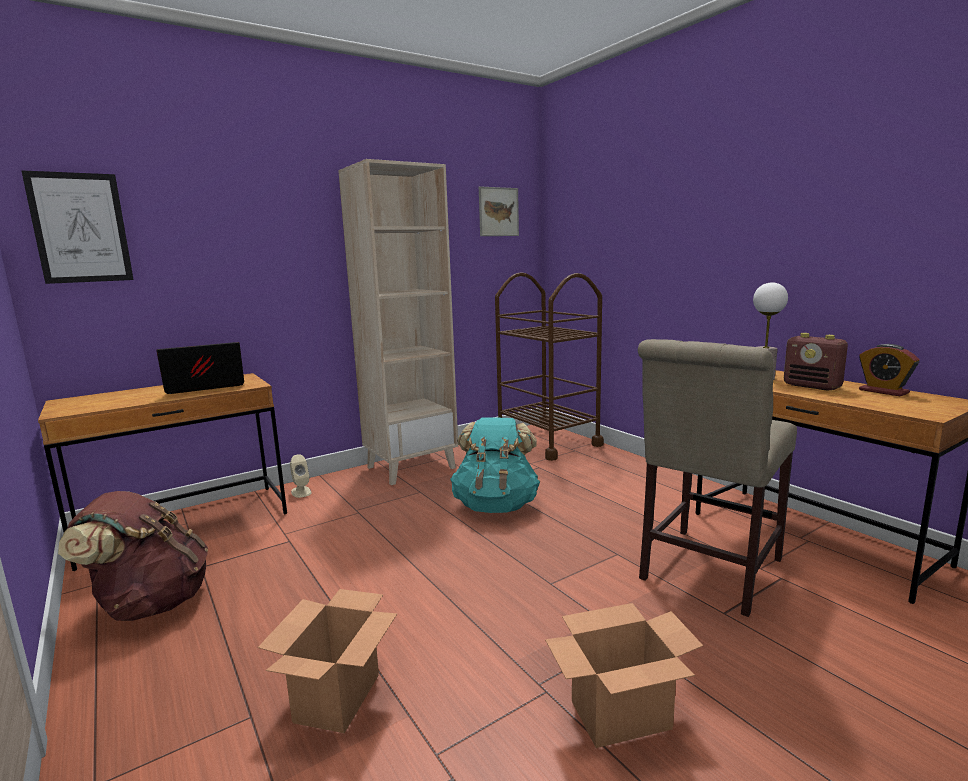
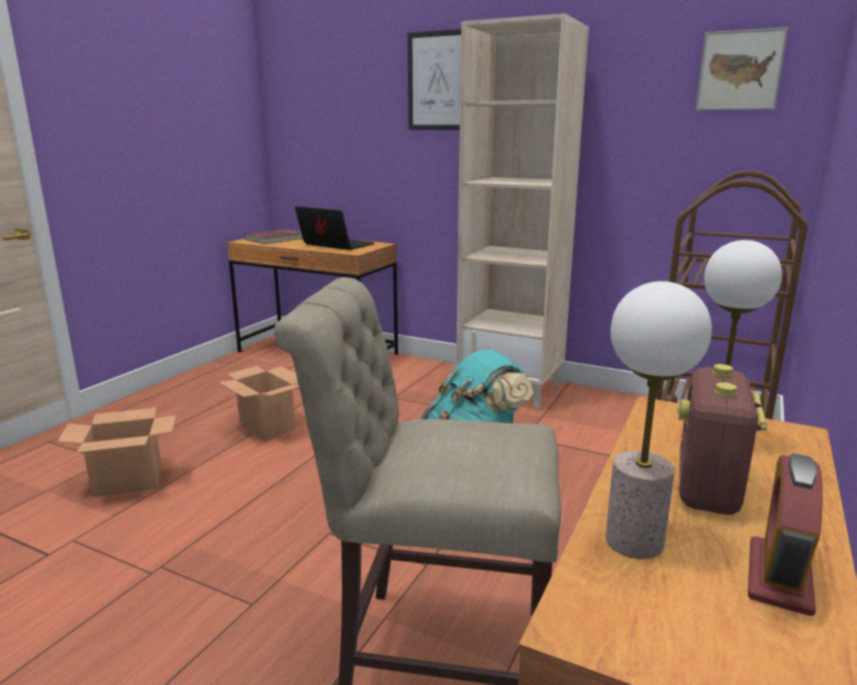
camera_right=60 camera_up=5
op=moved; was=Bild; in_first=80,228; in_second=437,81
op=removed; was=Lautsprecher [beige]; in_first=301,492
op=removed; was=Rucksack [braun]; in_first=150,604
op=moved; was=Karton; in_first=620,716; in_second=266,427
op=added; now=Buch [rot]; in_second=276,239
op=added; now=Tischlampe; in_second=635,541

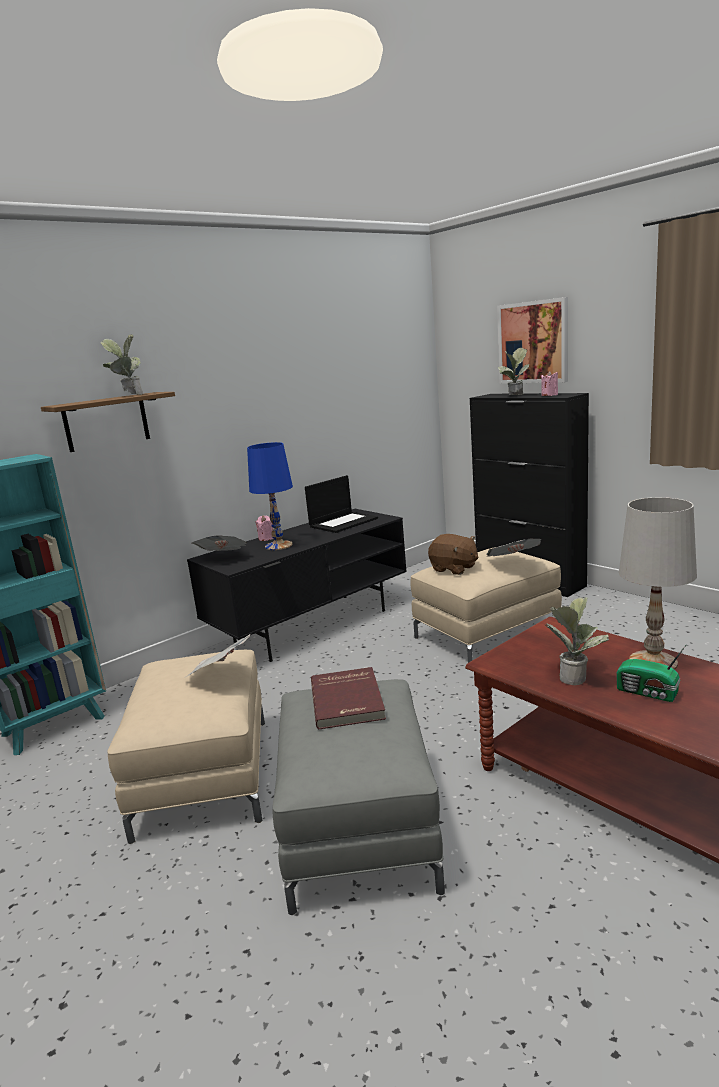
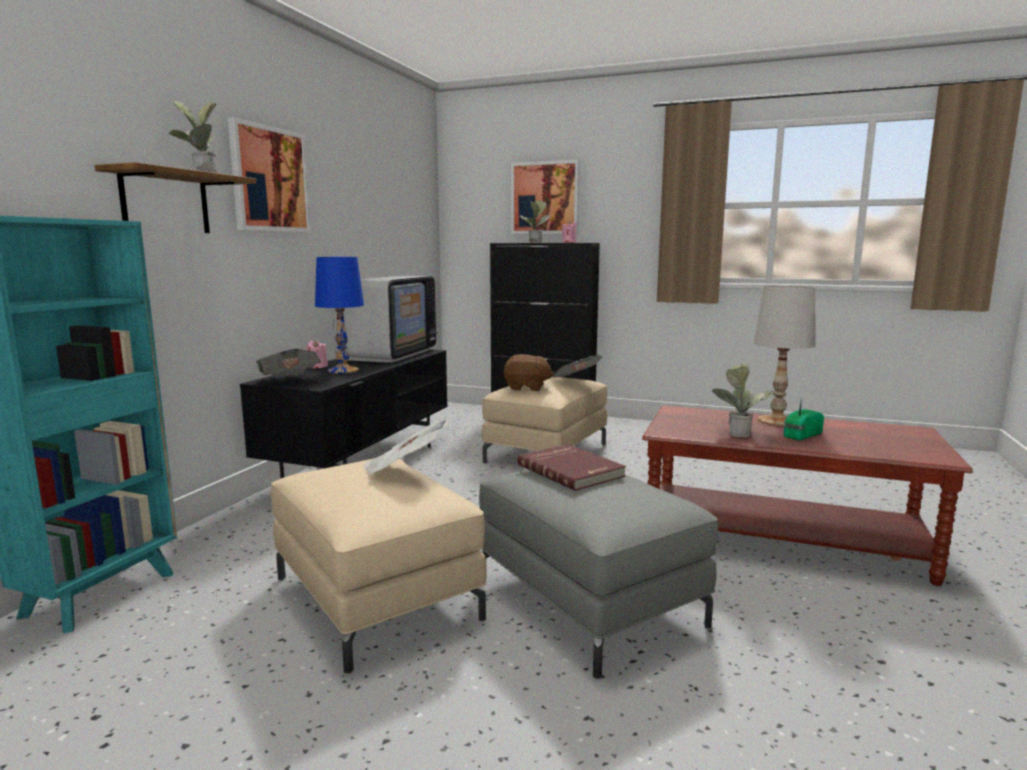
camera_right=-30 camera_up=-5
op=replaced; was=Laptop; now=Fernseher; in_first=343,522; in_second=388,354
op=turned; was=Radio; in_first=648,693; in_second=800,435; clockwise=135
op=added; now=Bild; in_second=269,180

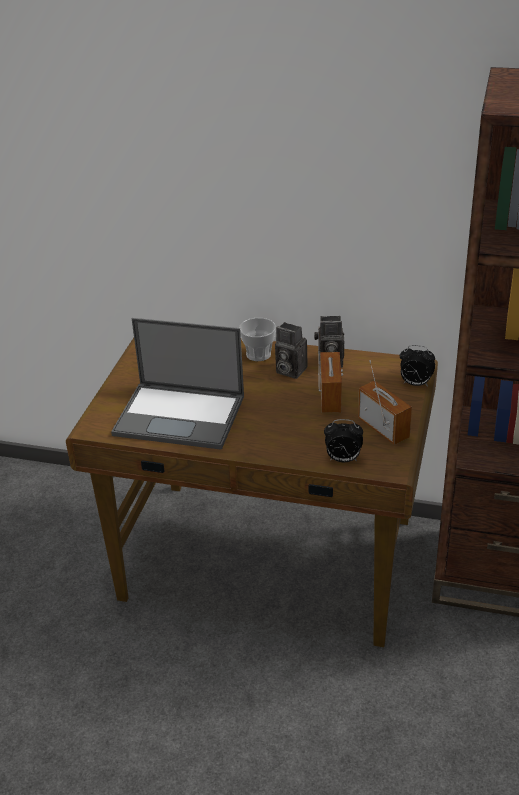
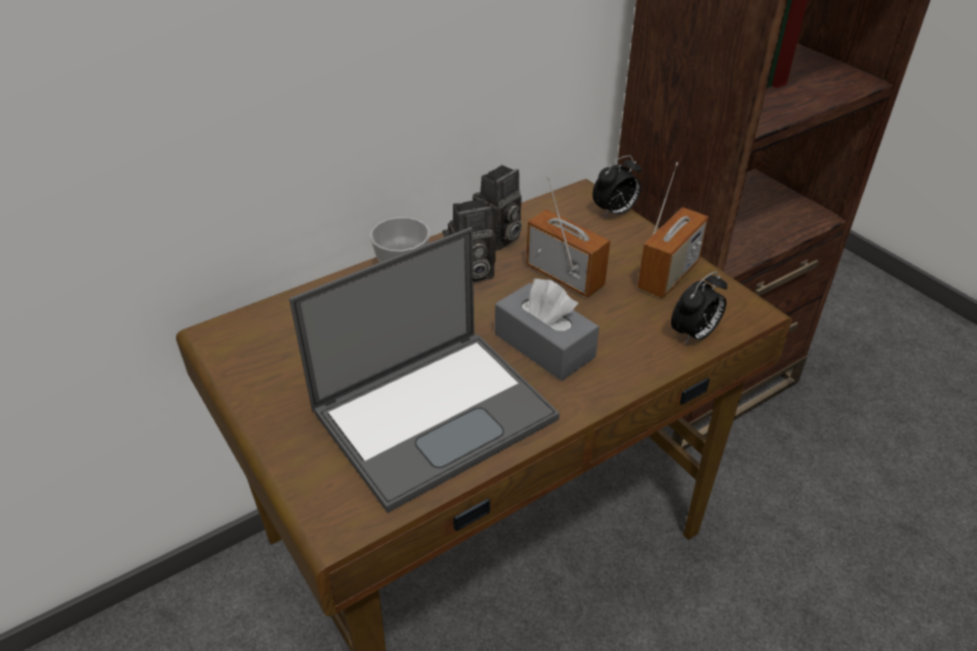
camera_right=-50 camera_up=5
op=turned; was=Radio; in_first=383,428; in_second=668,275; clockwise=120
op=added; now=Taschentuchbox [grau]; in_second=544,345

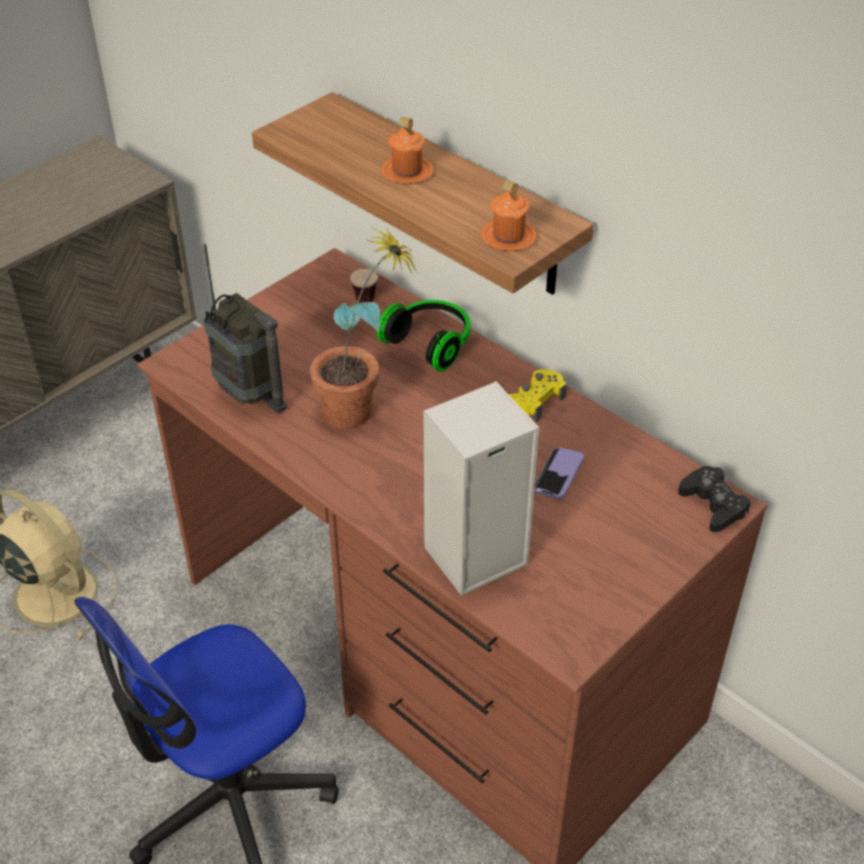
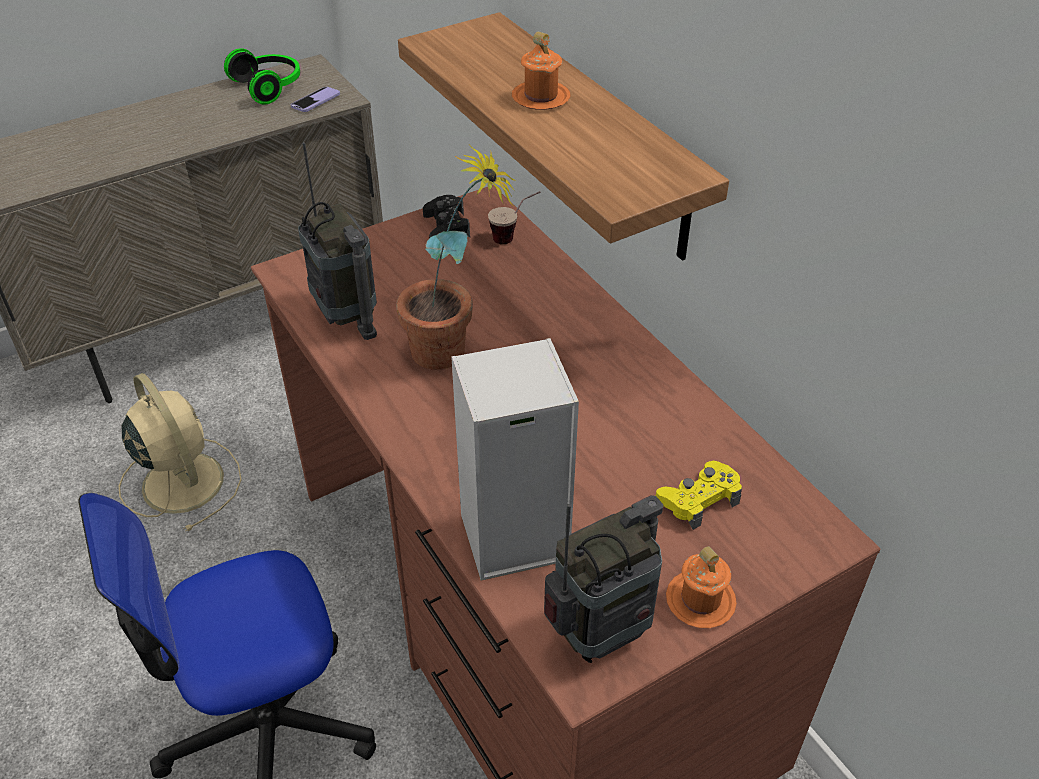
camera_right=15 camera_up=0
op=moved; was=Henkelbecher [orange]; in_first=508,237; in_second=700,601
op=moved; was=Kopfhörer; in_first=431,343; in_second=270,87
op=moved; was=Gamepad [gelb]; in_first=534,400; in_second=698,499
op=moved; was=Handy; in_first=558,474; in_second=315,101
op=moved; was=Gamepad [schwarz]; in_first=713,504; in_second=446,227
op=added; now=Radio; in_second=601,634

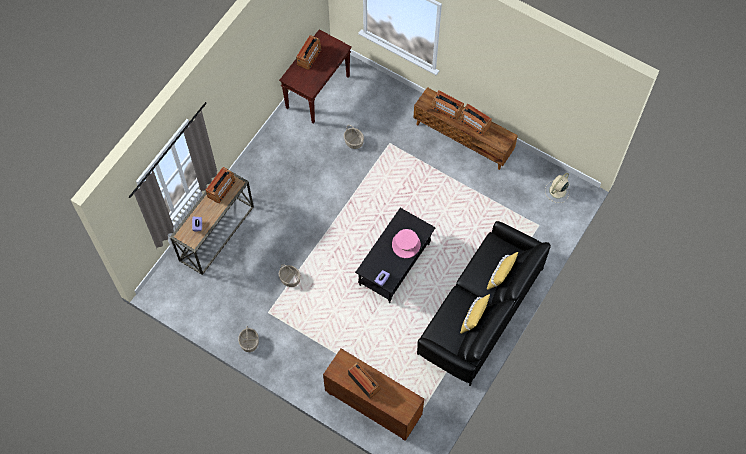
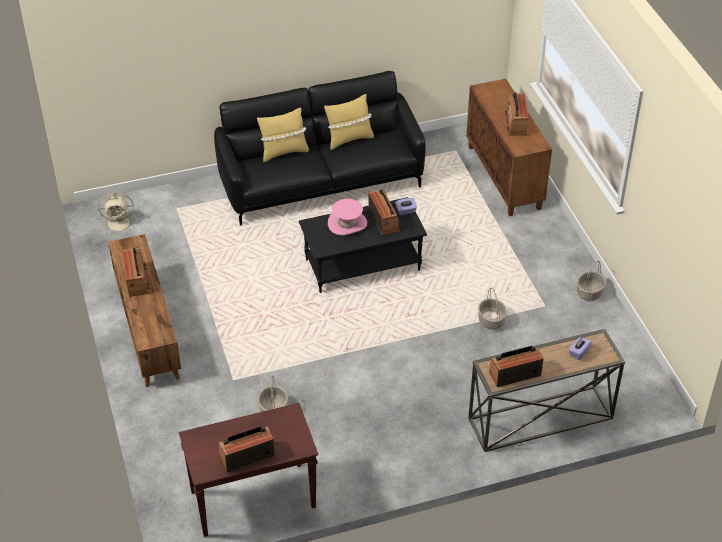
camera_right=-140 camera_up=-20
op=moved; was=Radio; in_first=447,109; in_second=383,220

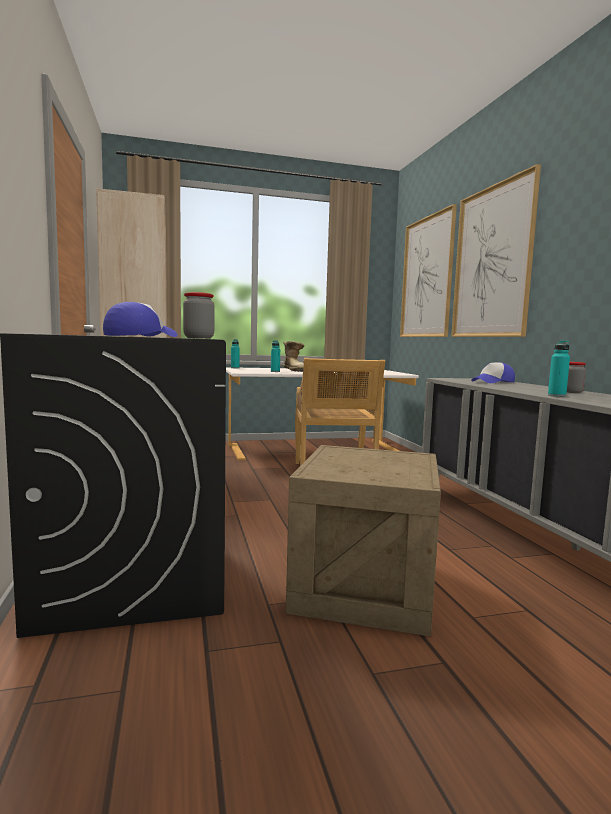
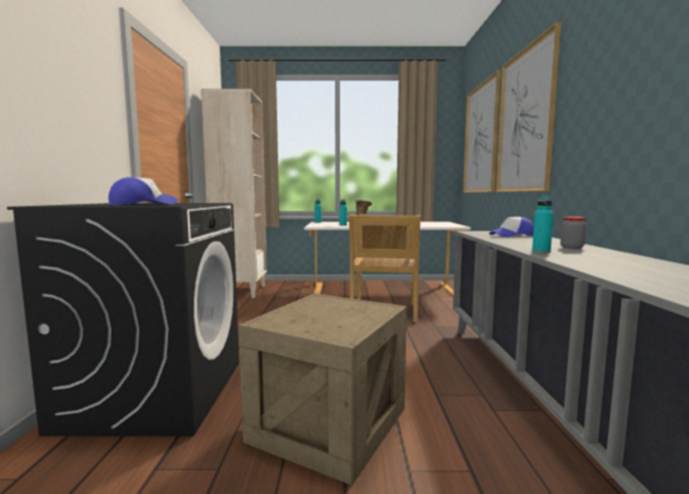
camera_right=15 camera_up=0
op=removed; was=Vorratsglas; in_first=199,338

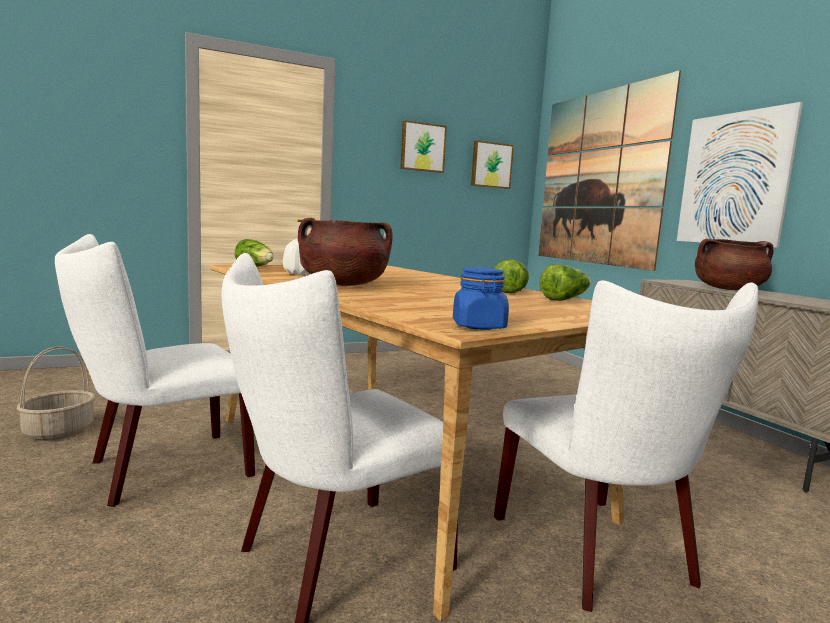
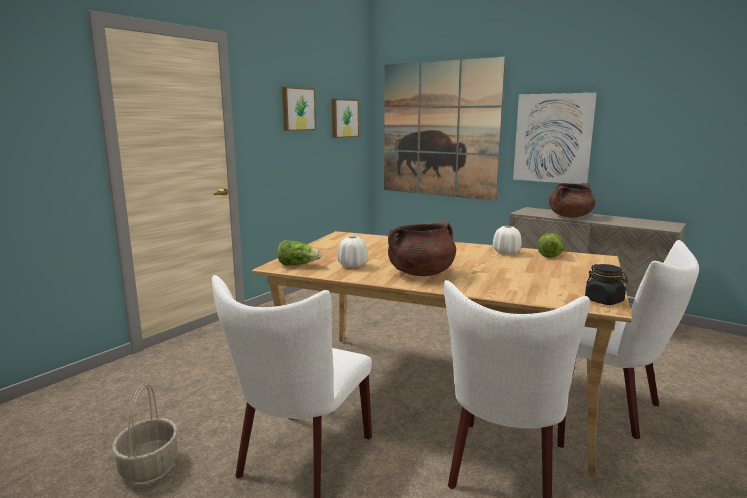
camera_right=-30 camera_up=5
op=replaced; was=Salatkopf; now=Vase [weiß]; in_first=509,291; in_second=506,252
op=recoloured; was=Vorratsglas [blau]; now=Vorratsglas [schwarz]; in_first=479,326; in_second=604,301

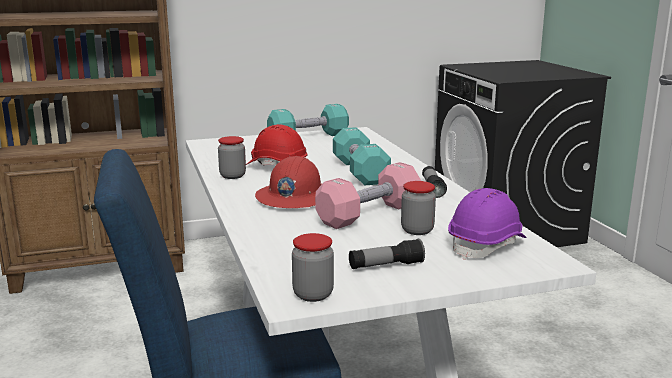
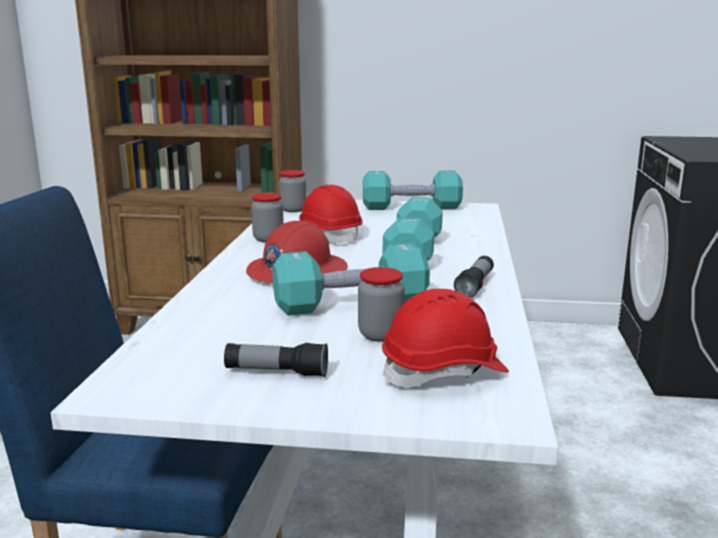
camera_right=25 camera_up=0
op=recoloured; was=Hantel [rosa]; now=Hantel [türkis]; in_first=369,214; in_second=351,304
op=recoloured; was=Schutzhelm [lila]; now=Schutzhelm [rot]; in_first=487,245; in_second=444,372
op=moved; was=Vorratsglas; in_first=313,294; in_second=293,210

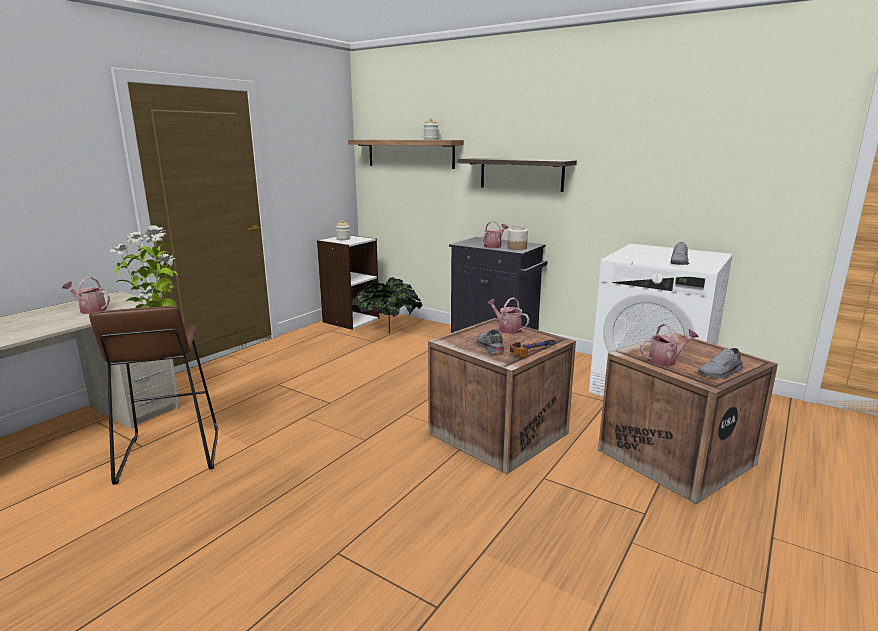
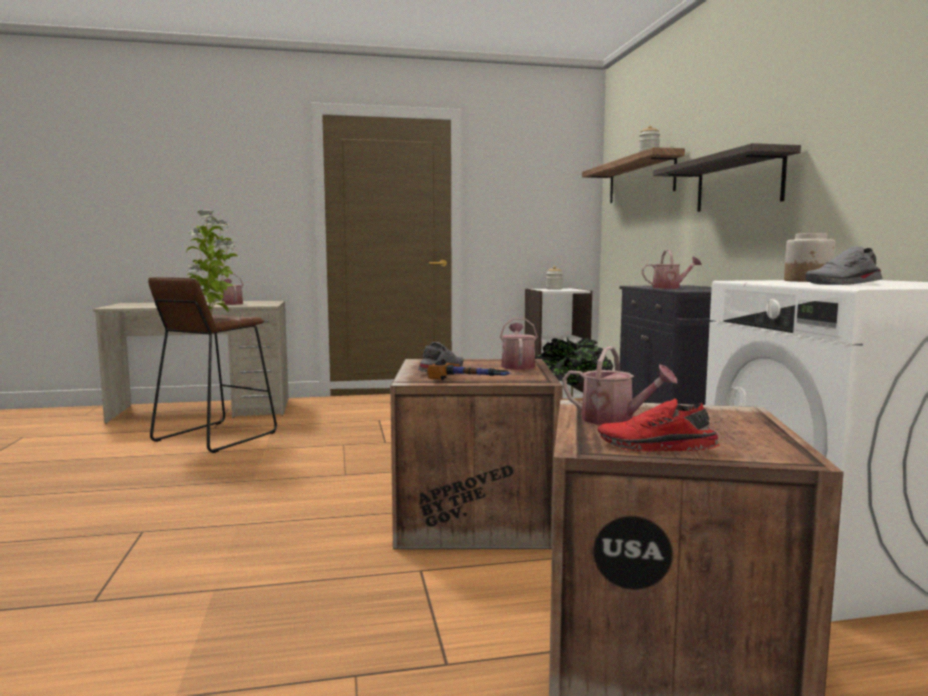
camera_right=45 camera_up=-10
op=moved; was=Vorratsglas; in_first=517,248; in_second=808,281
op=recoloured; was=Schuh [grau]; now=Schuh [rot]; in_first=721,373; in_second=655,448

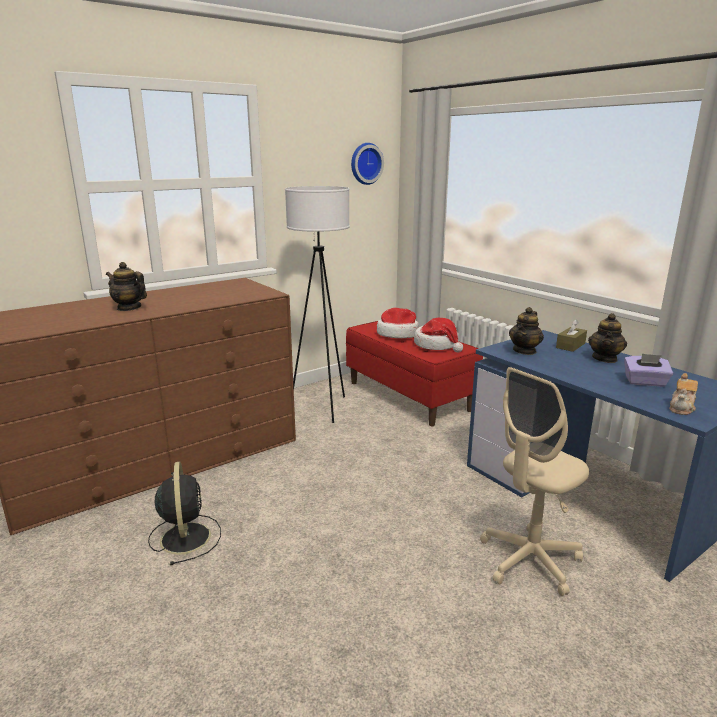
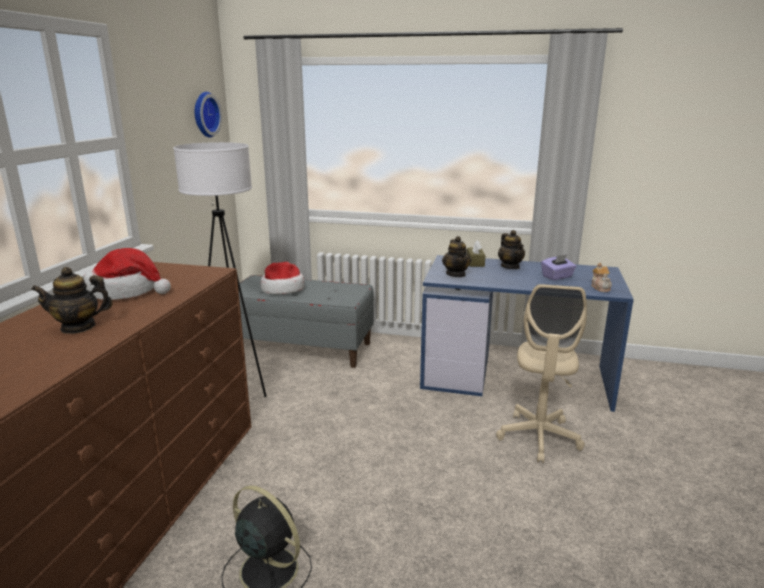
camera_right=-40 camera_up=0
op=moved; was=Hut; in_first=437,345; in_second=126,291
op=recoloured; was=Bank [rot]; now=Bank [grau]; in_first=409,396; in_second=302,348

